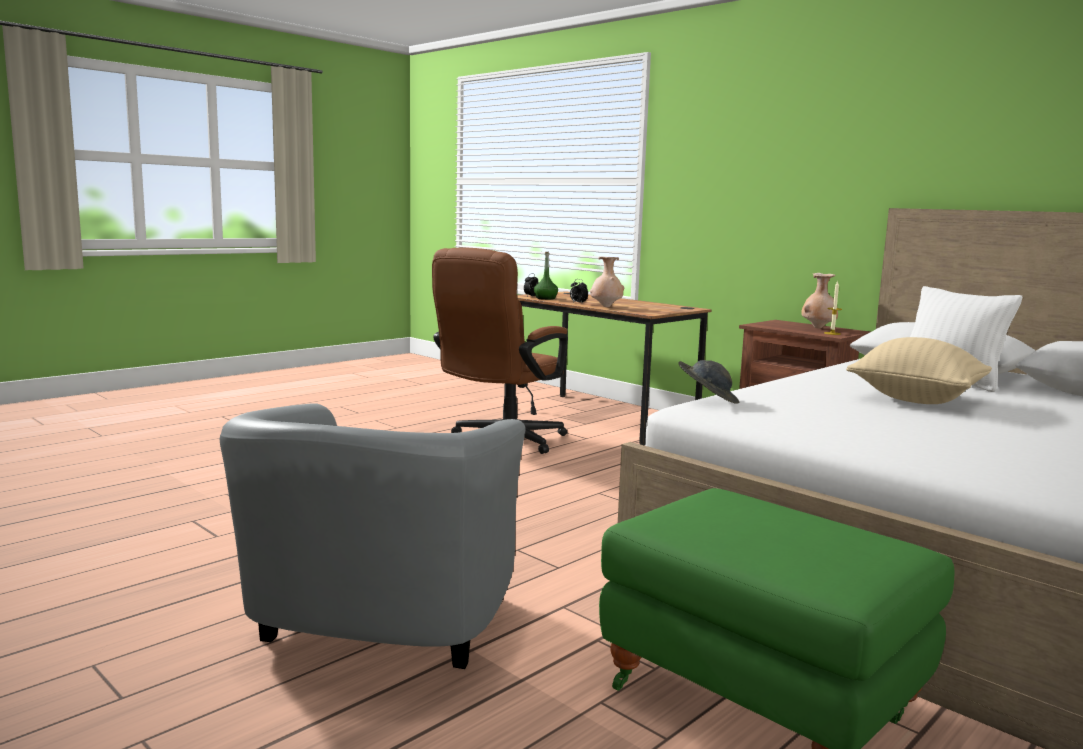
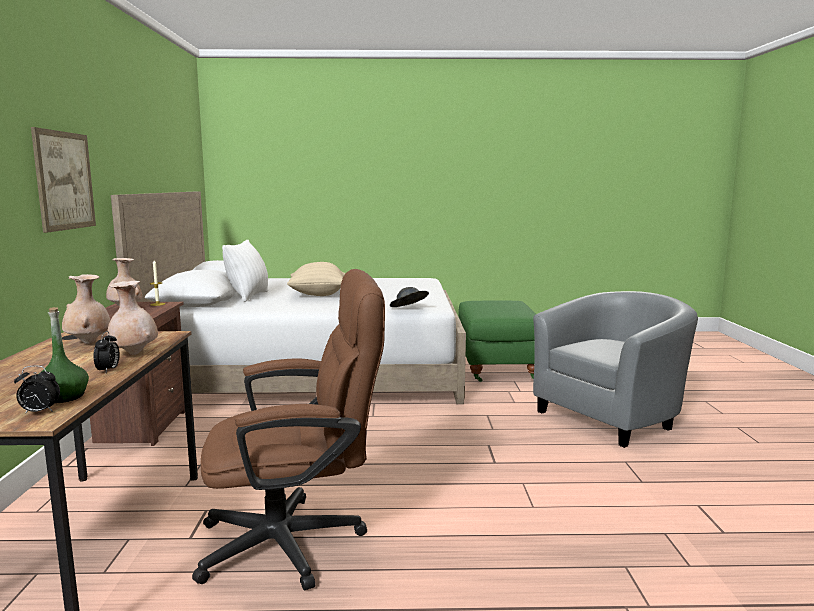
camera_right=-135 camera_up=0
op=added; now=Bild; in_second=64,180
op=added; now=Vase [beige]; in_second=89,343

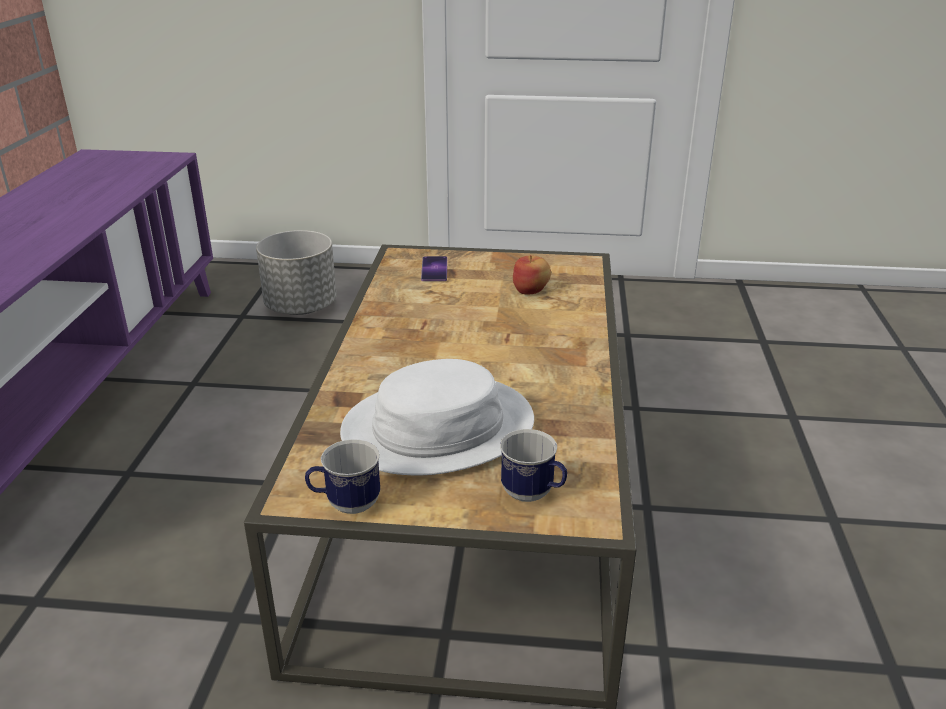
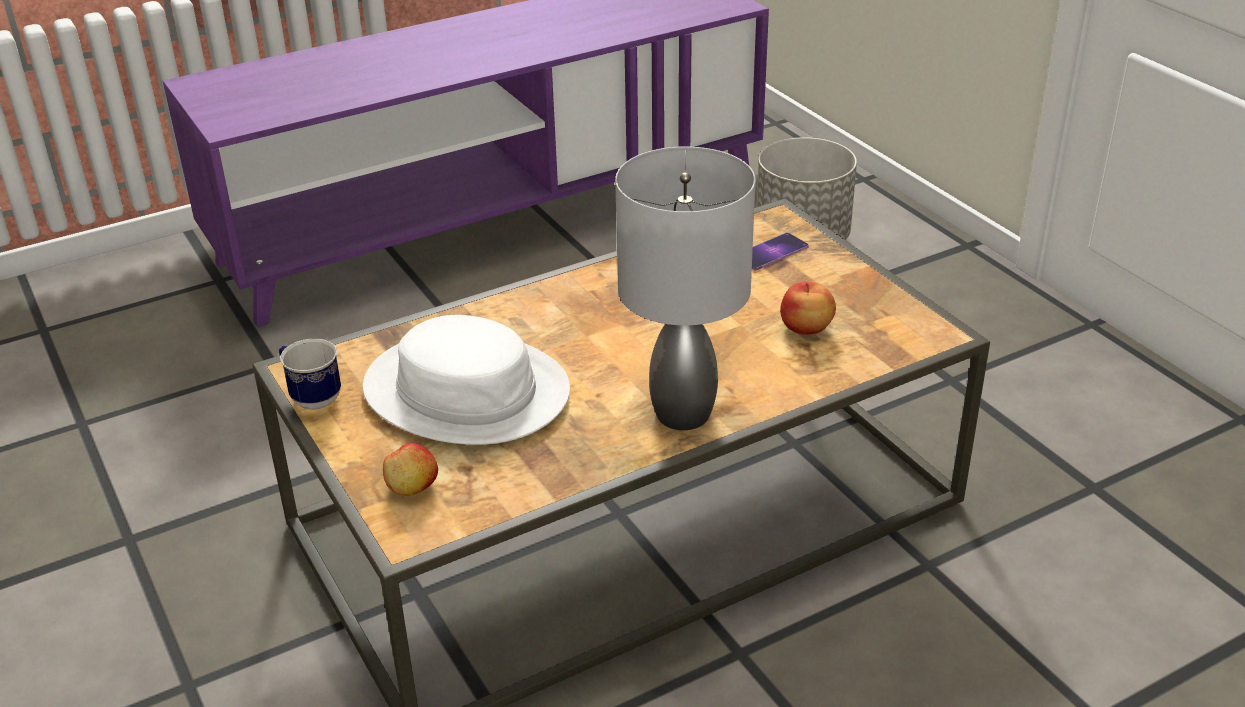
camera_right=55 camera_up=5
op=replaced; was=Henkelbecher; now=Apfel; in_first=533,495; in_second=412,487
op=added; now=Tischlampe [grau]; in_second=680,414

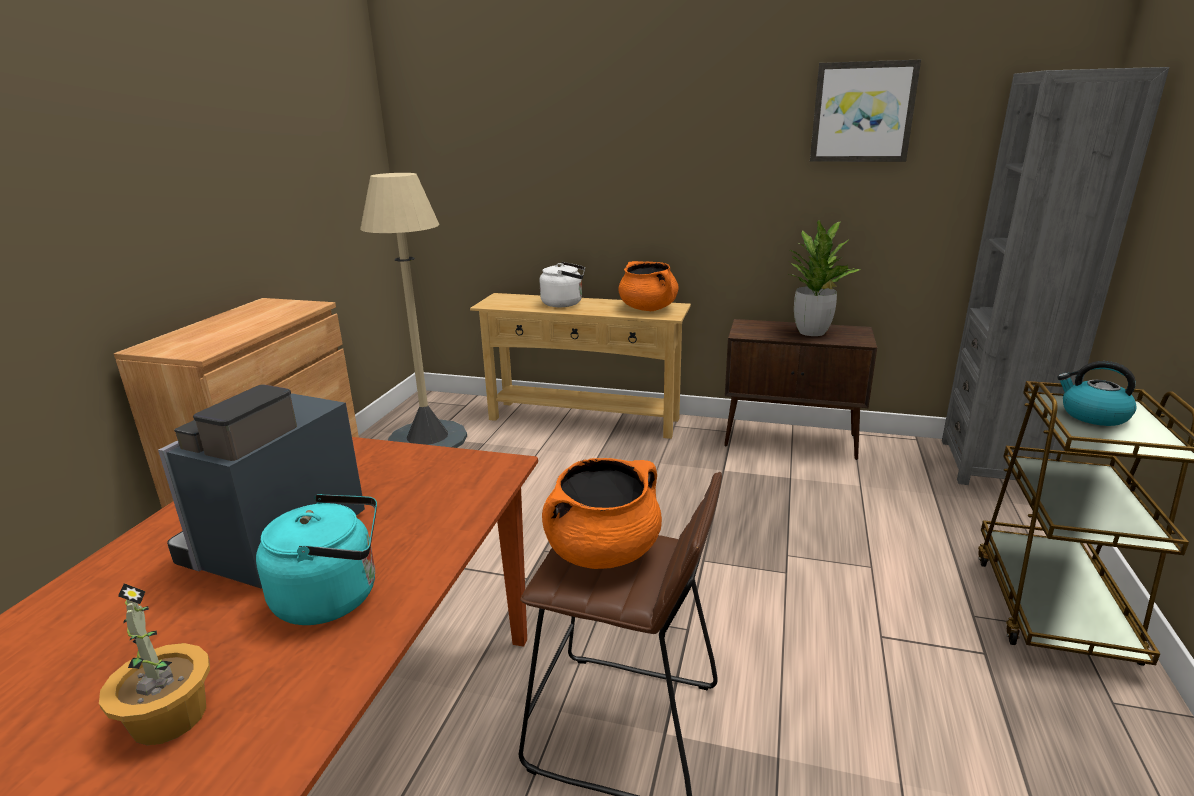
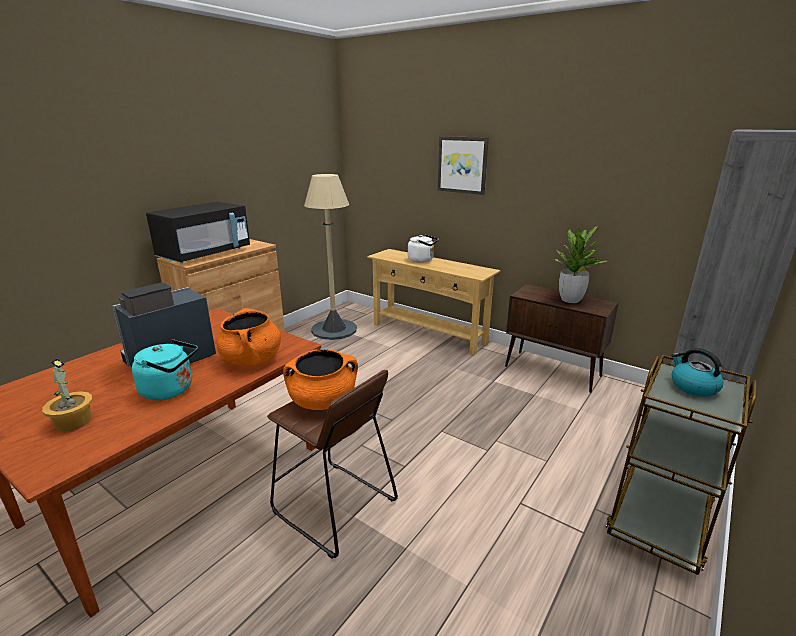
camera_right=20 camera_up=0
op=moved; was=Bild; in_first=862,112; in_second=462,165
op=moved; was=Kochtopf [orange]; in_first=648,309; in_second=252,360
op=added; now=Mikrowelle [schwarz]; in_second=205,254

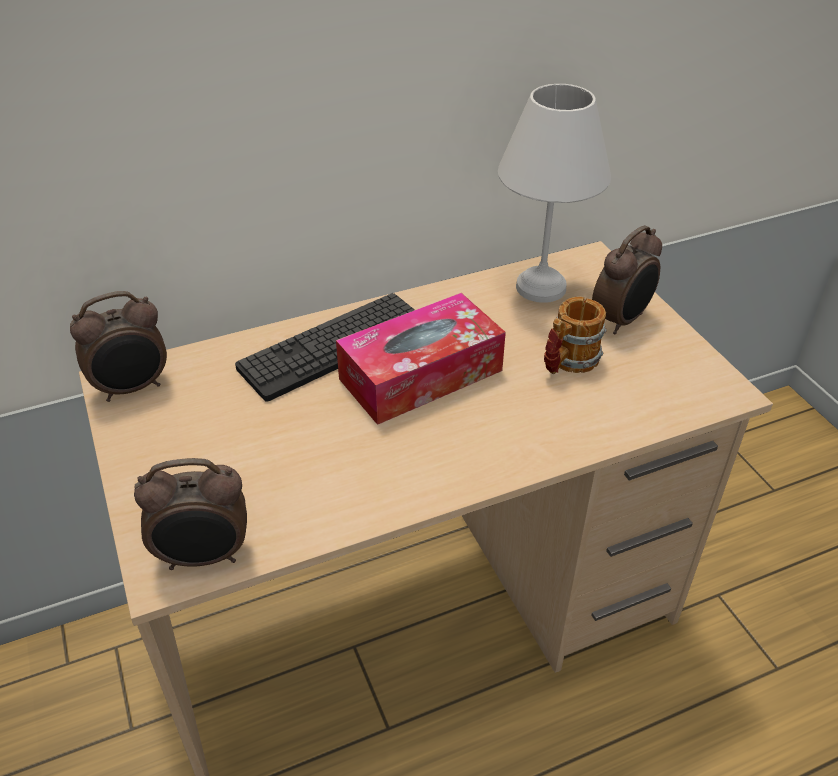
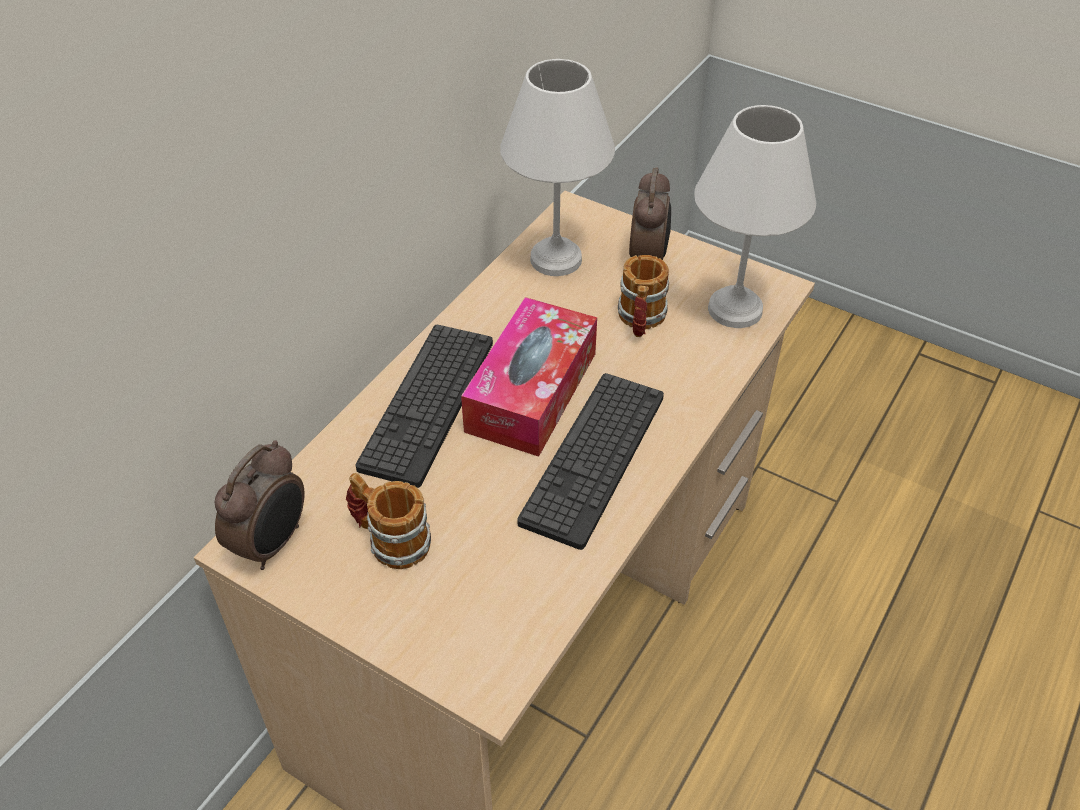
camera_right=-35 camera_up=5
op=removed; was=Wecker; in_first=204,557
op=added; now=Tischlampe [weiß]; in_second=733,311
op=added; now=Tastatur; in_second=594,458
op=added; now=Henkelbecher; in_second=390,540

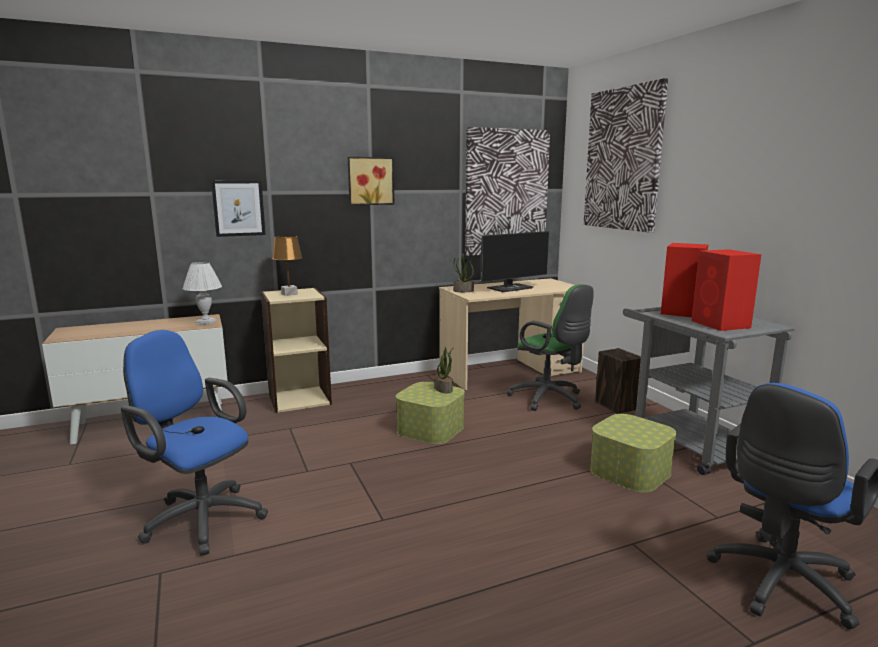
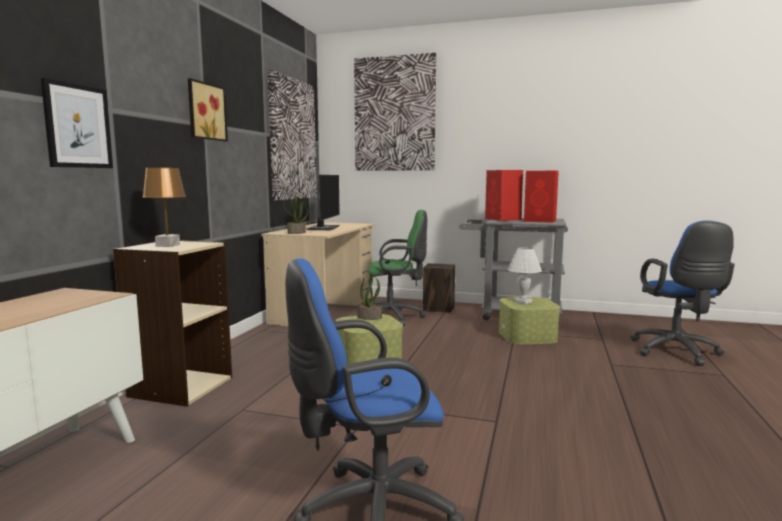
camera_right=-50 camera_up=-5
op=moved; was=Tischlampe [weiß]; in_first=205,322; in_second=523,302

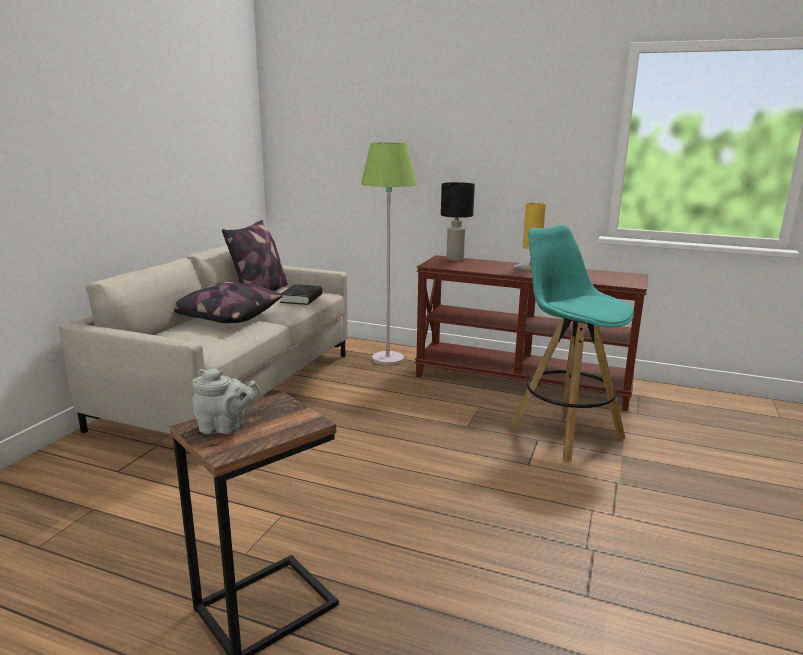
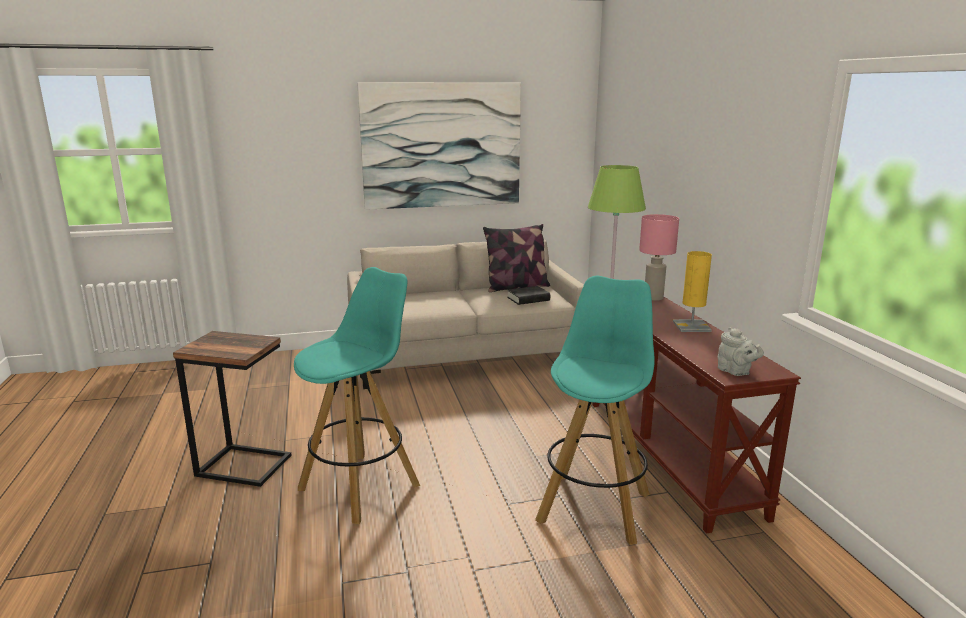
camera_right=55 camera_up=0
op=recoloured; was=Tischlampe [schwarz]; now=Tischlampe [rosa]; in_first=454,259; in_second=652,298
op=removed; was=Kissen; in_first=226,317
op=moved; was=Teekanne [grau]; in_first=225,428; in_second=735,372
op=added; now=Bild; in_second=442,145
op=added; now=Hocker [türkis]; in_second=361,486

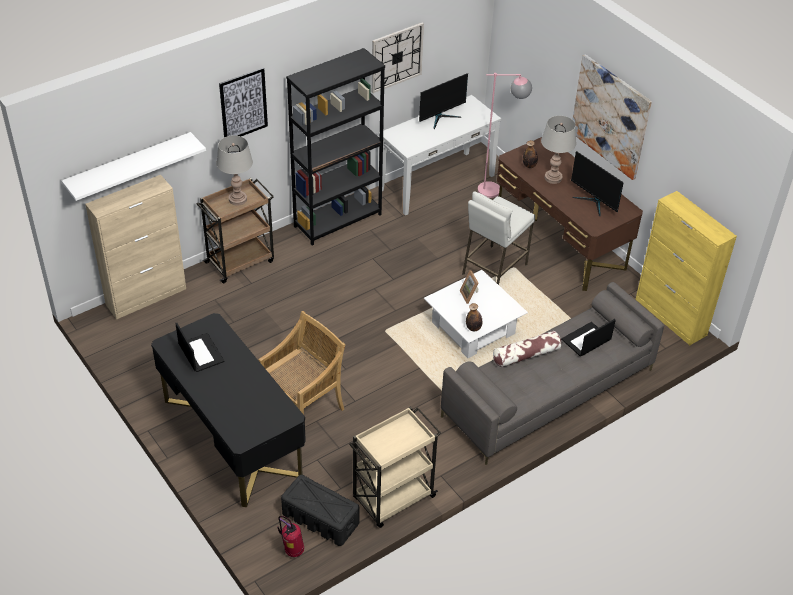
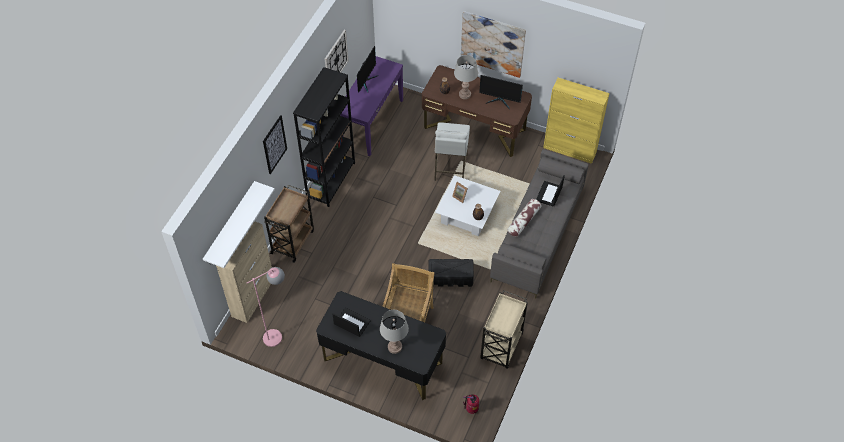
camera_right=-30 camera_up=10
op=moved; was=Stehlampe [rosa]; in_first=497,190; in_second=278,334
op=recoloured; was=Konsolentisch [weiß]; now=Konsolentisch [lila]; in_first=436,182; in_second=371,122
op=moved; was=Tischlampe [grau]; in_first=237,199; in_second=394,347
op=moved; was=Aufbewahrungsbox [schwarz]; in_first=320,518; in_second=450,277

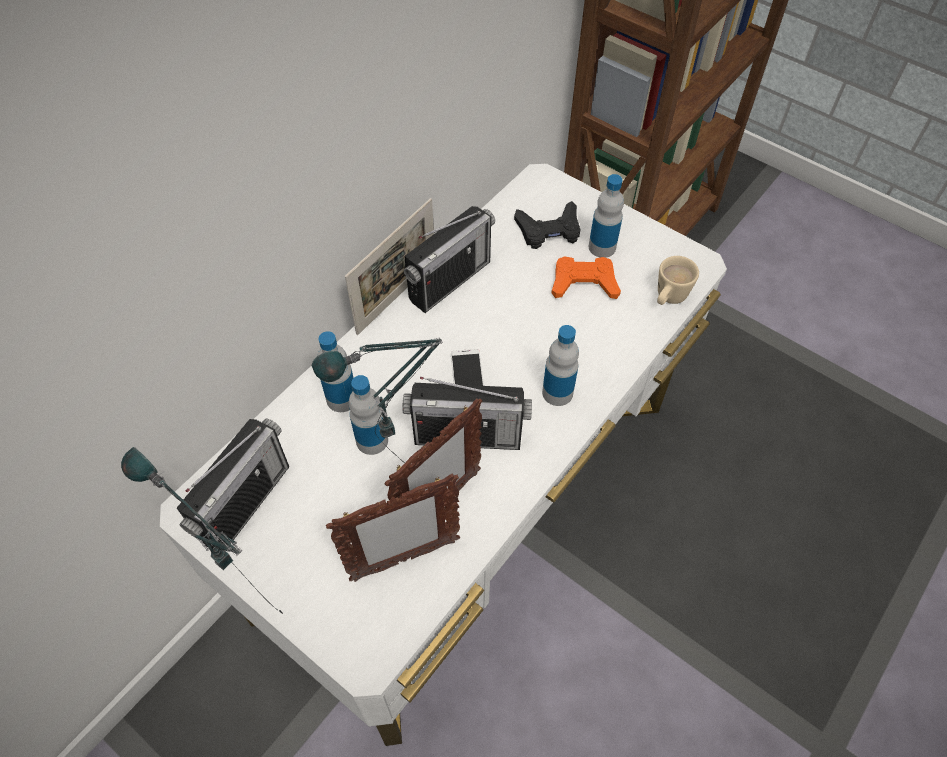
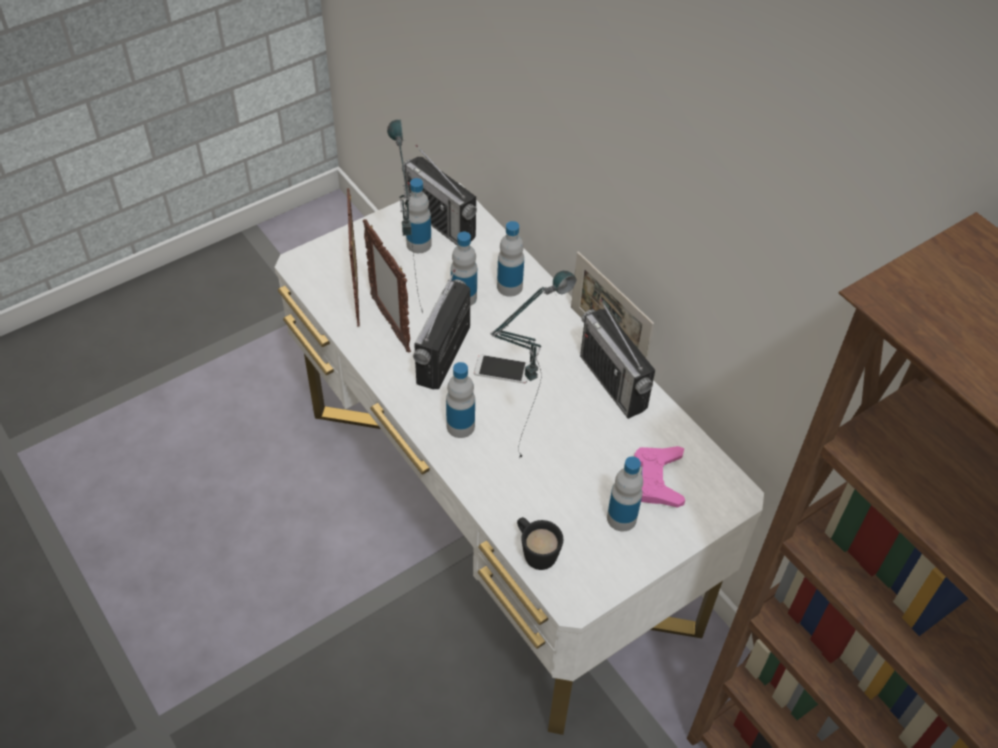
camera_right=105 camera_up=-5
op=recoloured; was=Gamepad [schwarz]; now=Gamepad [rosa]; in_first=549,230; in_second=657,479
op=removed; was=Gamepad [orange]; in_first=584,283
op=recoloured; was=Henkelbecher [beige]; now=Henkelbecher [schwarz]; in_first=668,299; in_second=535,552
op=moved; was=Tischlampe; in_first=261,615; in_second=523,445
op=added; now=Flasche; in_second=419,244

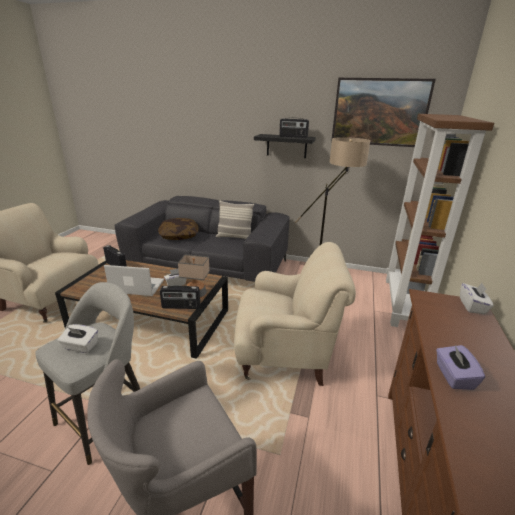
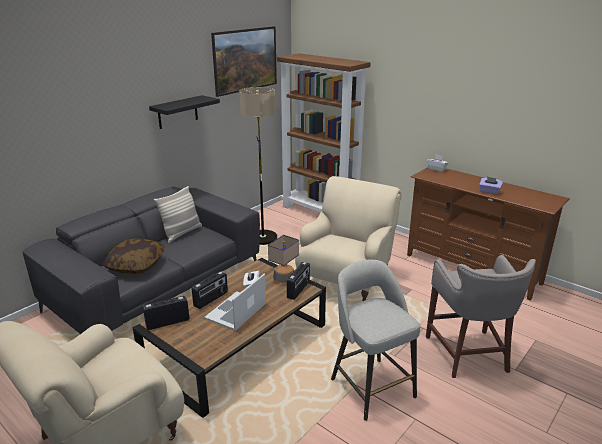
camera_right=-65 camera_up=0
op=moved; was=Radio; in_first=293,136; in_second=211,299
op=removed; was=Taschentuchbox [weiß]; in_first=80,346

